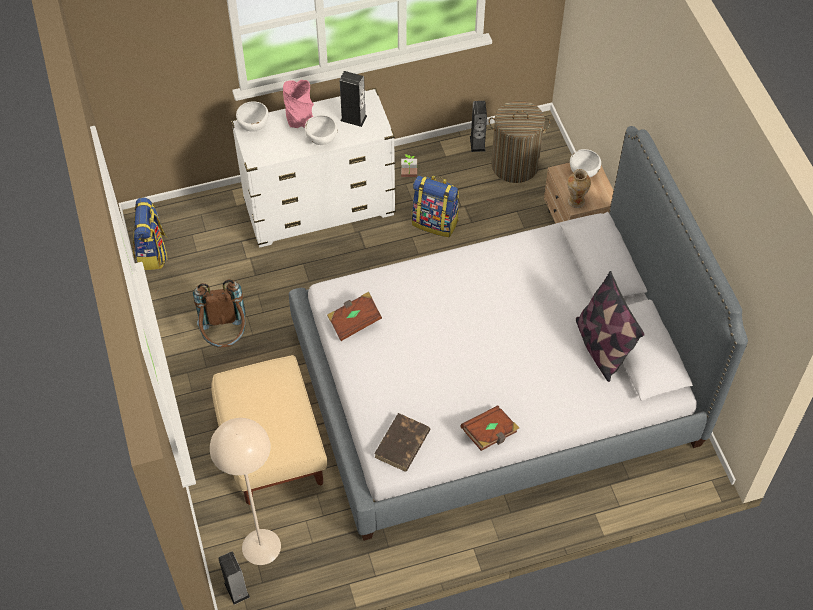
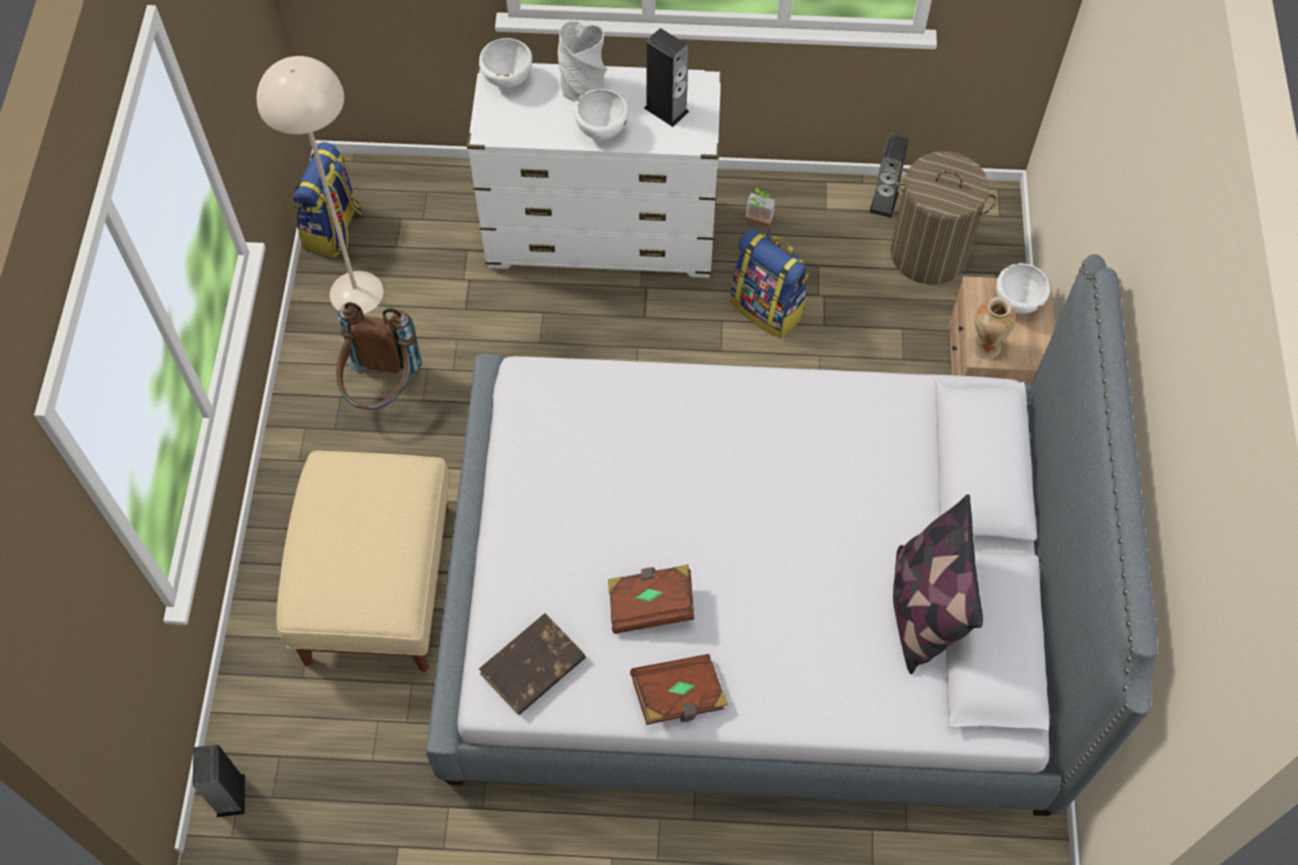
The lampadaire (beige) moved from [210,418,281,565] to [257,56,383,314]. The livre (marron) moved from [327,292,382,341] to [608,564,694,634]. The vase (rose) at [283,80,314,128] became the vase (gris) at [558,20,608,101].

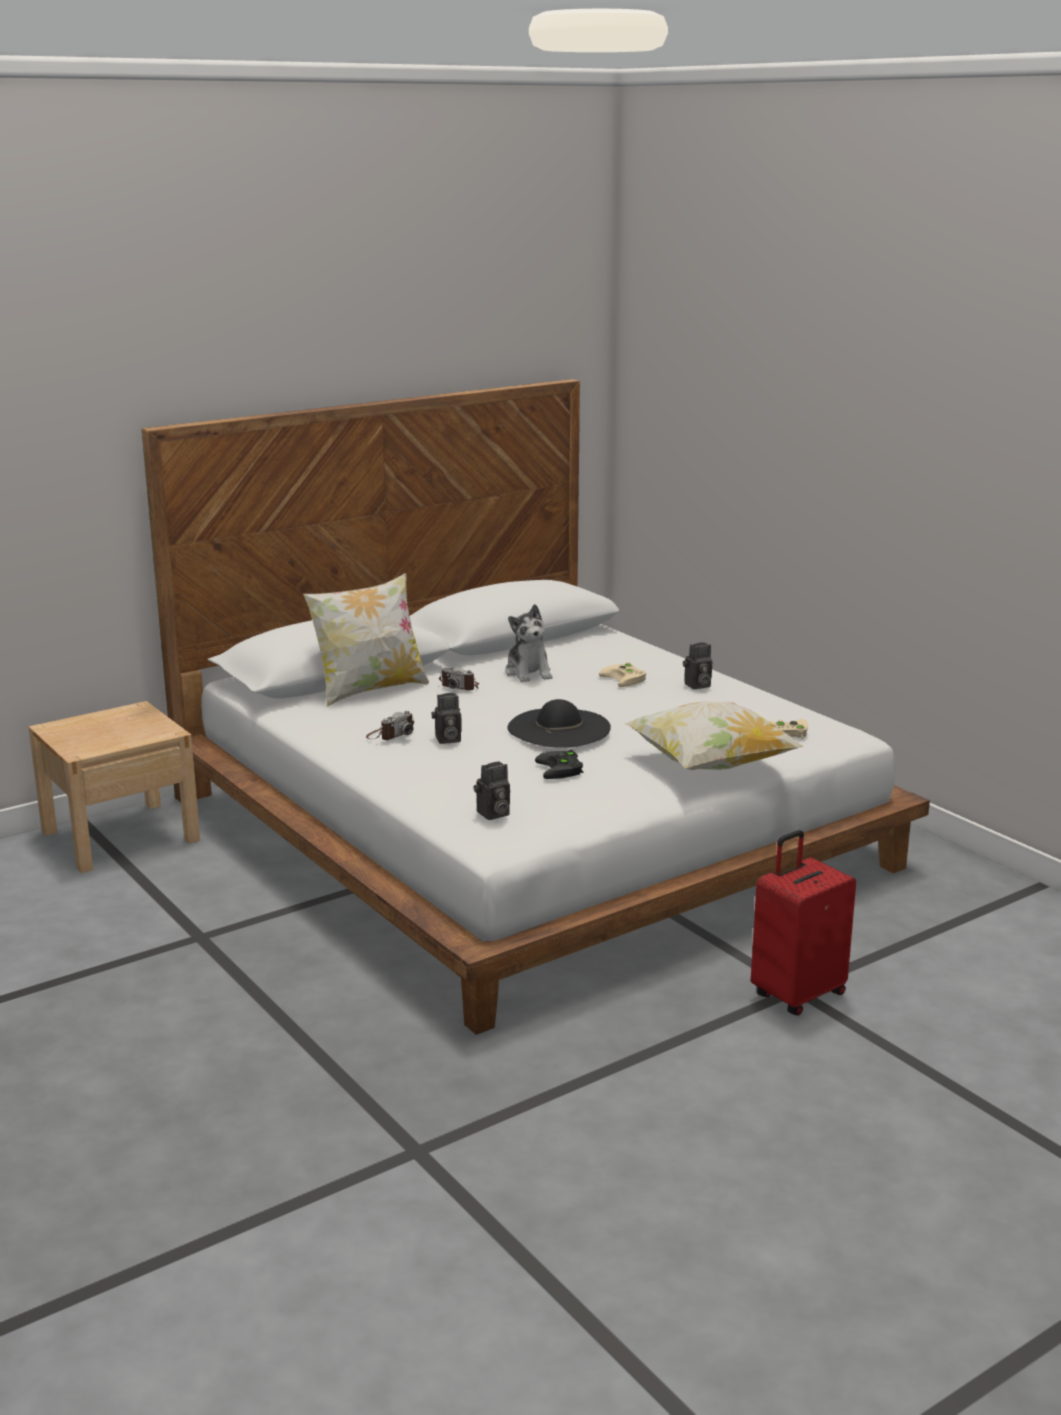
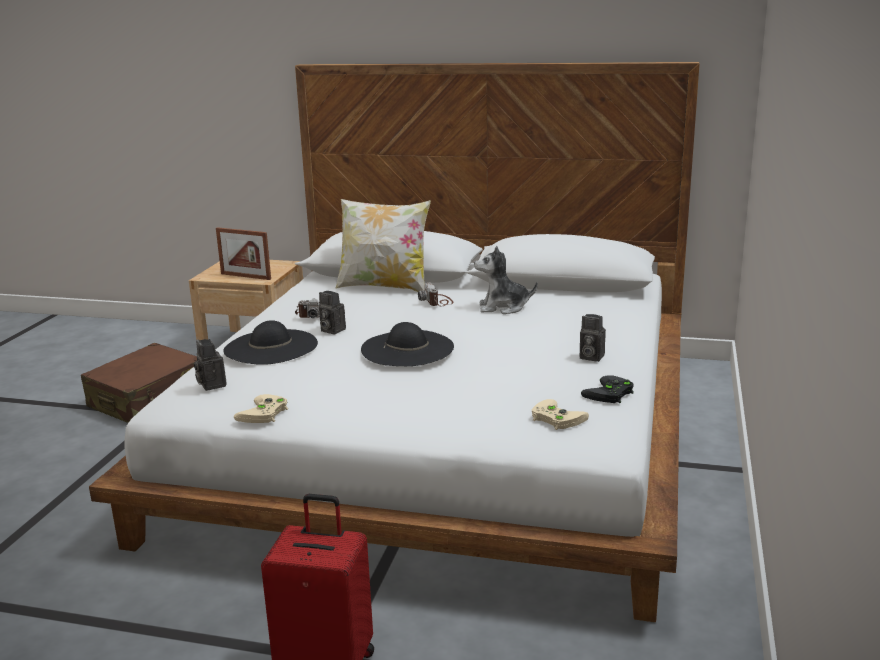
The coussin at [623,701,804,770] disappeared. The valise (marron) at [81,343,197,423] appeared. The cadre photo at [216,227,271,280] appeared. The chapeau (noir) at [223,320,318,365] appeared. The manette (noir) moved from [535,750,583,779] to [581,375,634,403]. The manette (beige) moved from [599,662,646,687] to [234,394,288,423]. The appareil photo at [473,761,510,820] turned 45 degrees clockwise. The peluche at [505,604,553,683] turned 60 degrees clockwise.

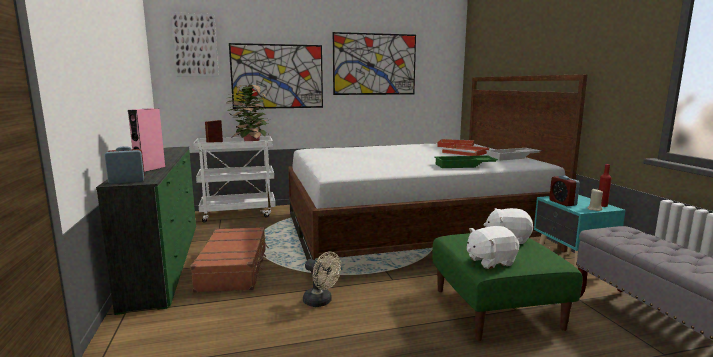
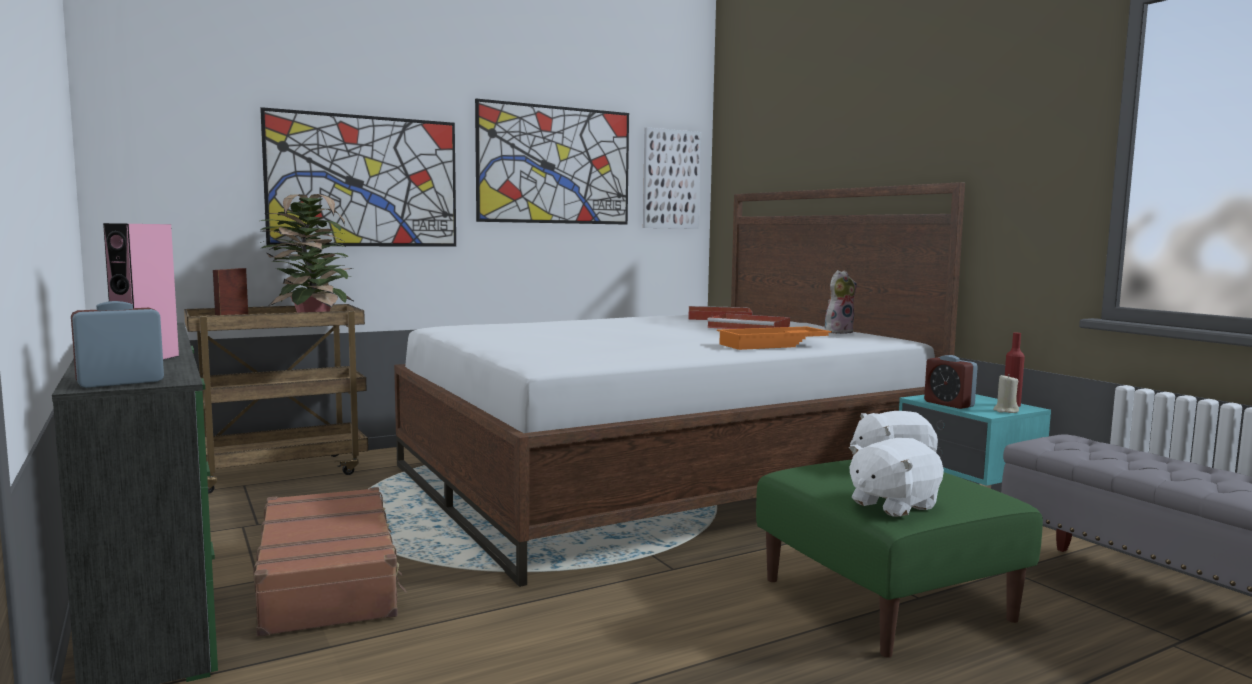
The ventilateur (beige) at [303,252,341,307] disappeared. The tableau moved from [171,12,219,77] to [643,127,701,229]. The plateau (blanc) at [485,148,541,161] was replaced by the peluche at [825,270,857,334]. The chariot (blanc) at [193,136,276,223] became the chariot (marron) at [184,304,368,494]. The plateau (vert) at [435,155,498,168] became the plateau (orange) at [717,326,832,350].

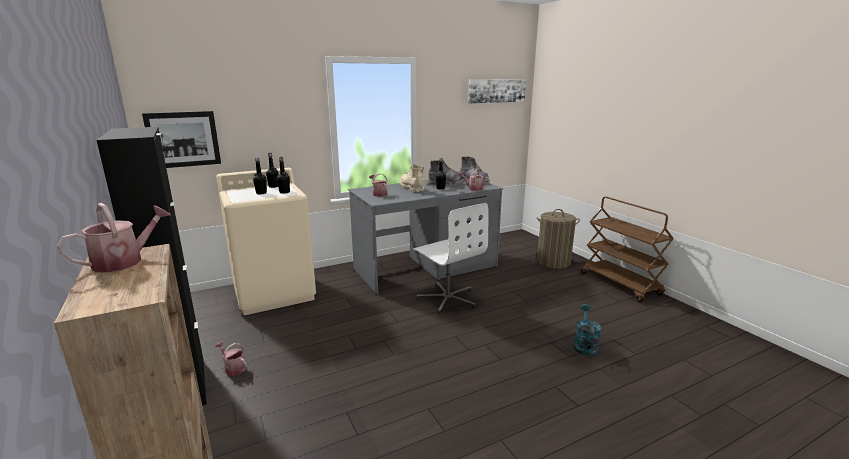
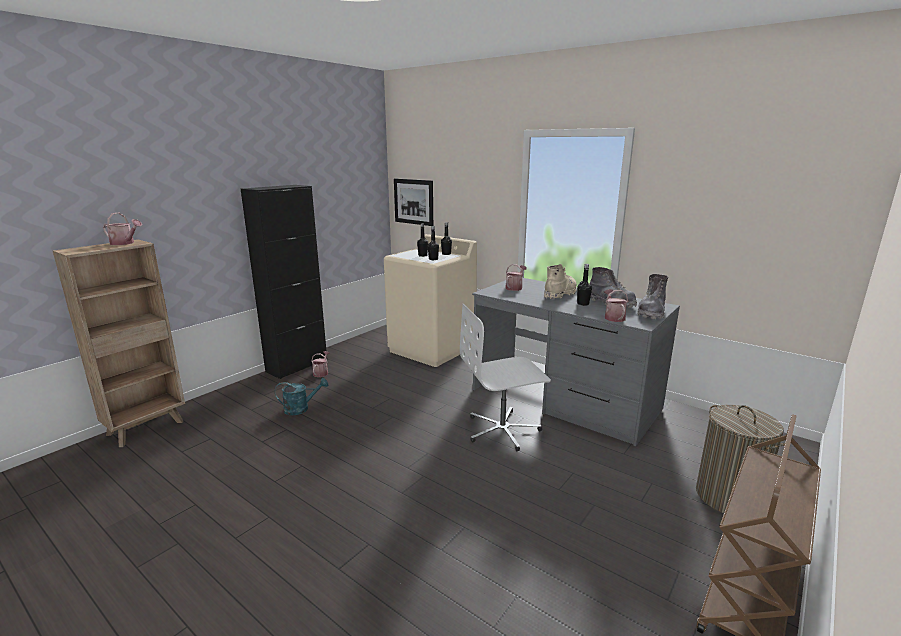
The tableau at [468,79,526,104] disappeared. The arrosoir (turquoise) moved from [573,304,602,356] to [275,378,328,415]. The chaise de bureau (blanc) at [413,203,488,314] turned 45 degrees clockwise.

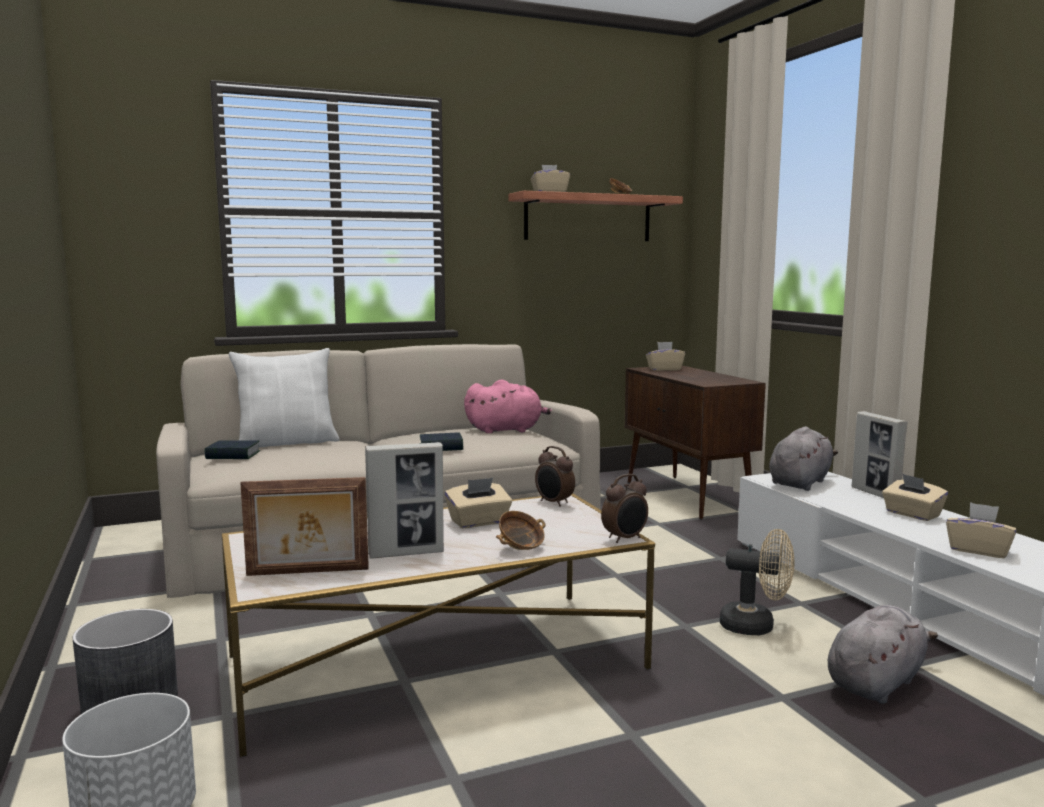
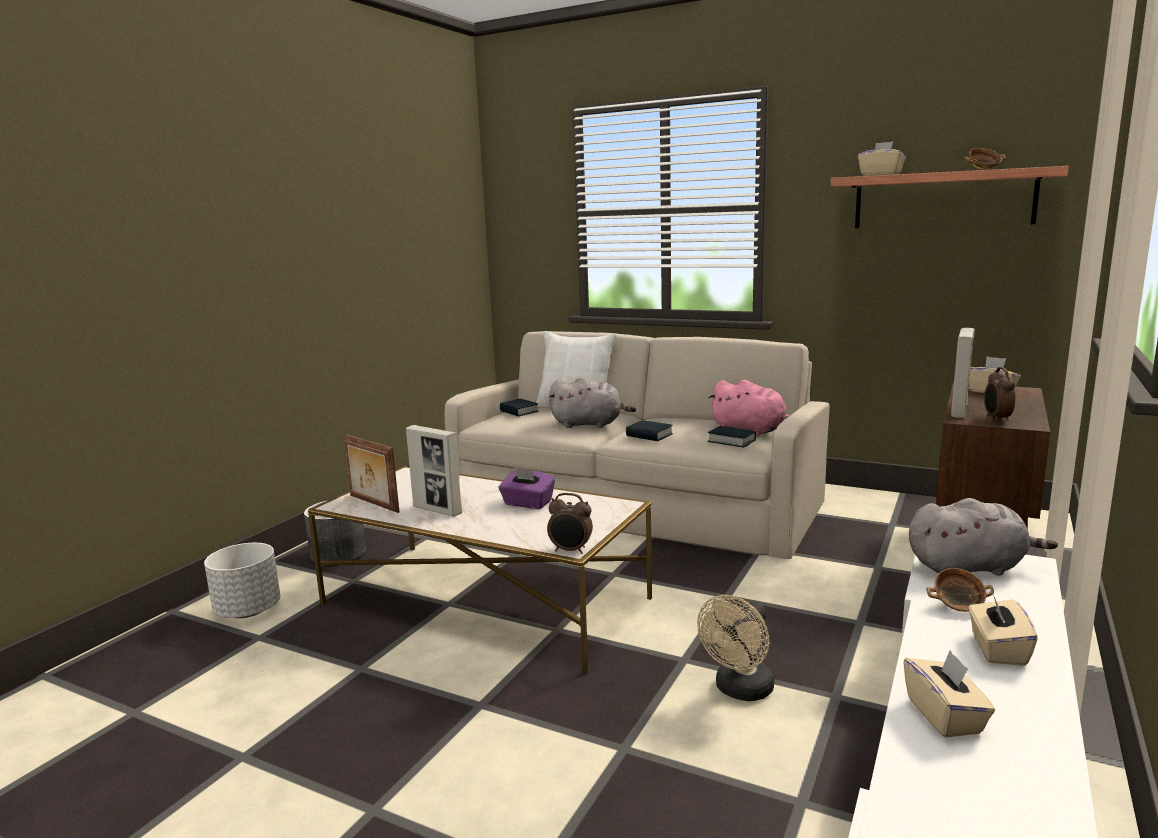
The livre at [708,426,756,448] appeared. The bol moved from [496,511,546,550] to [926,568,994,612]. The réveil moved from [535,446,575,507] to [984,367,1015,422]. The peluche (gris) moved from [828,605,938,704] to [549,377,636,428]. The cadre photo moved from [851,411,908,498] to [951,328,975,418]. The boîte à mouchoirs (beige) at [445,478,512,528] became the boîte à mouchoirs (violet) at [499,467,555,509]. The ventilateur (beige) at [720,529,794,635] turned 60 degrees clockwise.

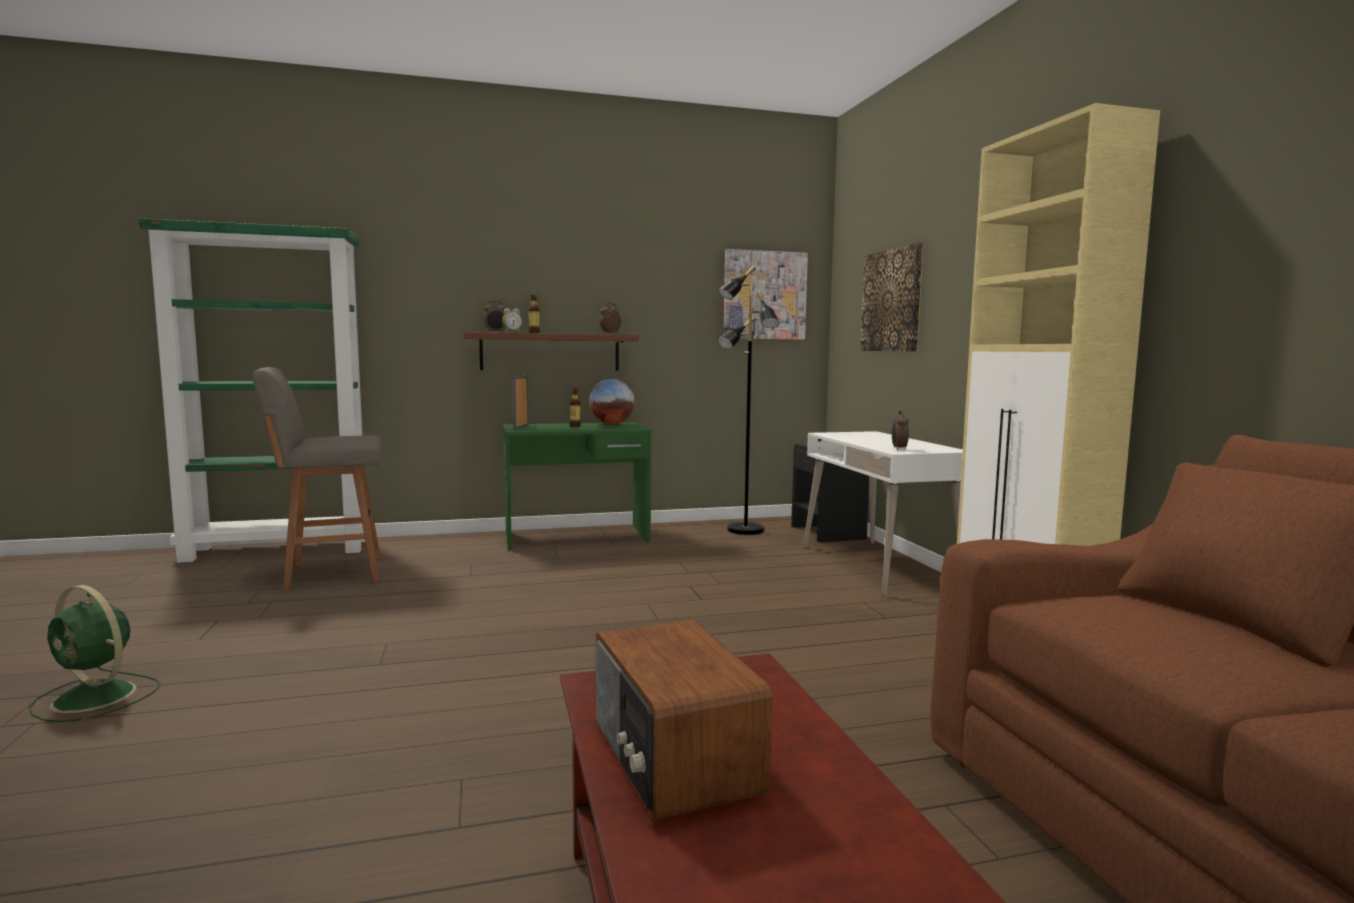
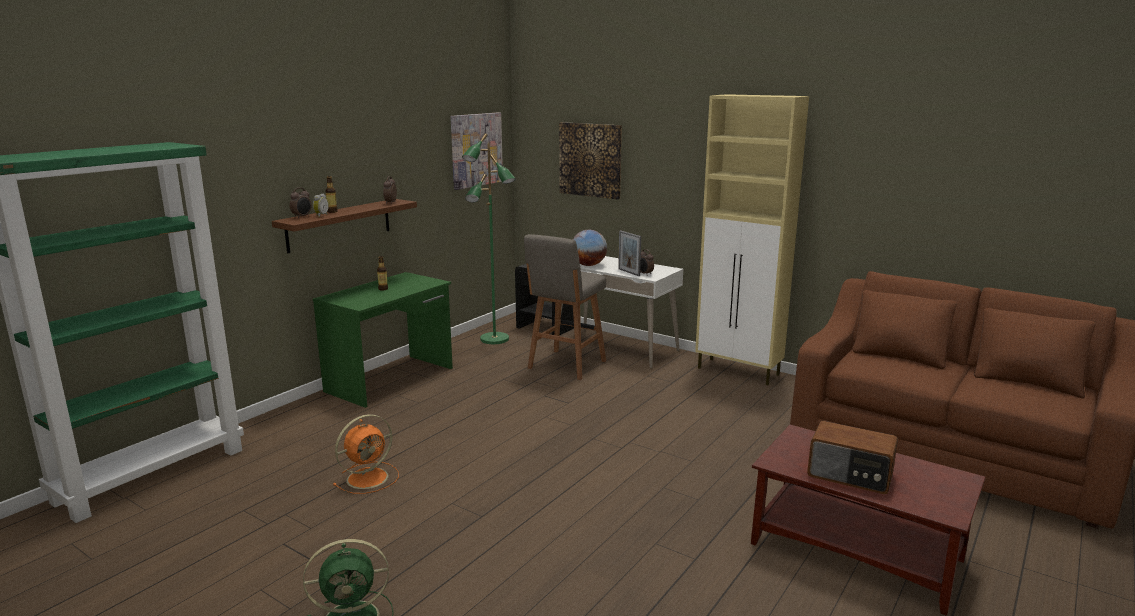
The ventilateur (orange) at [333,414,399,494] appeared. The tabouret (gris) moved from [252,367,383,591] to [524,234,606,380]. The cadre photo moved from [512,376,529,429] to [618,230,641,276]. The globe moved from [589,379,635,424] to [573,230,607,266]. The lampadaire (noir) at [717,266,780,535] became the lampadaire (vert) at [462,133,516,344].

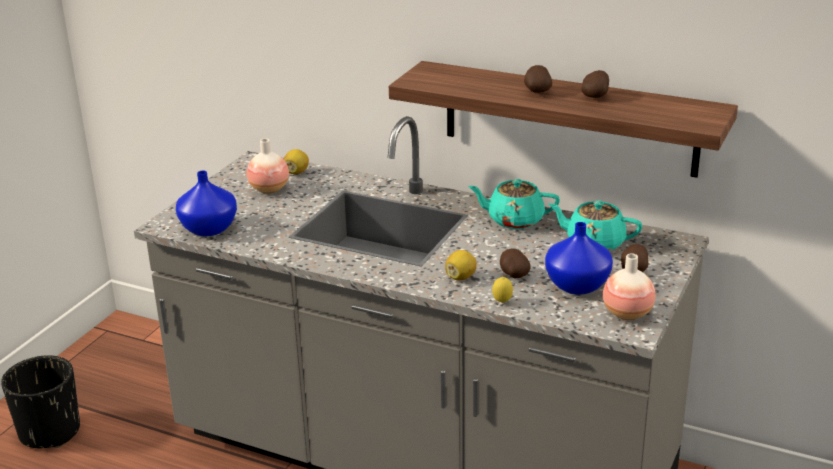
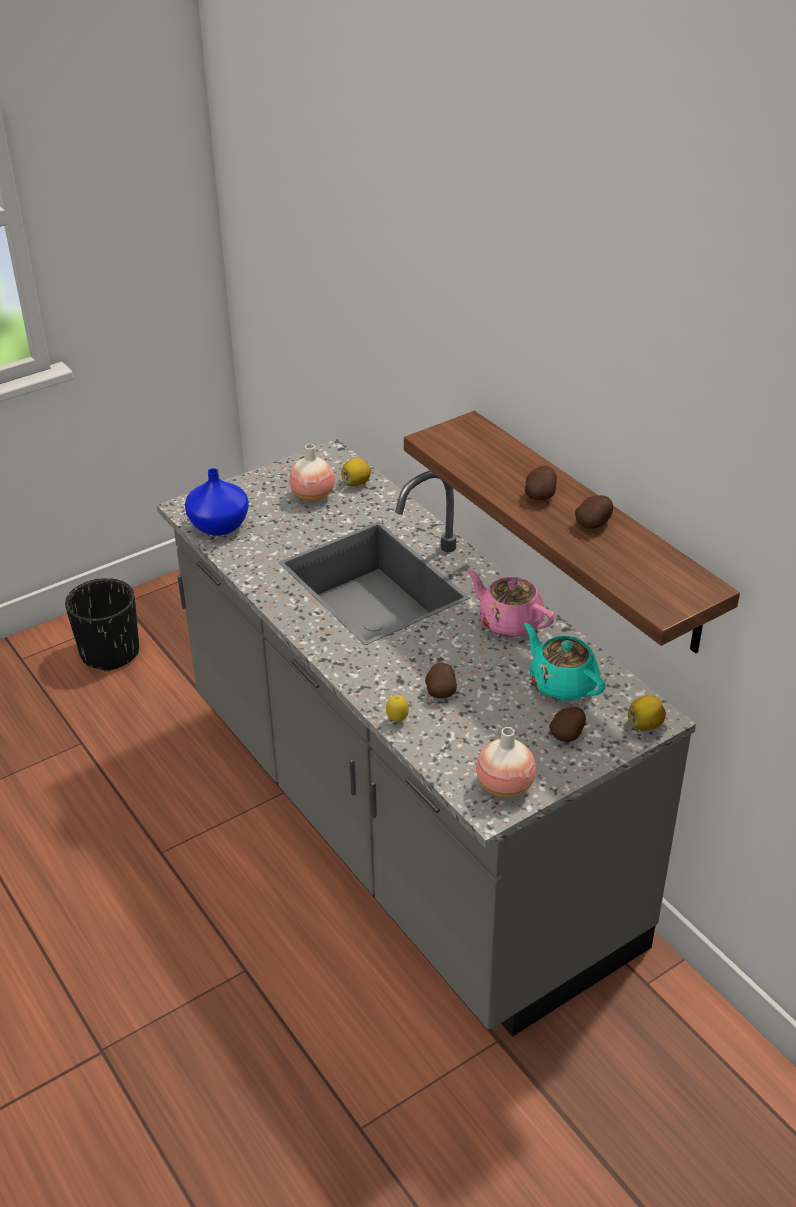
The vase (bleu) at [545,222,613,295] disappeared. The citron moved from [445,250,477,280] to [628,696,666,730]. The théière (turquoise) at [468,179,560,229] became the théière (rose) at [467,569,555,637].

